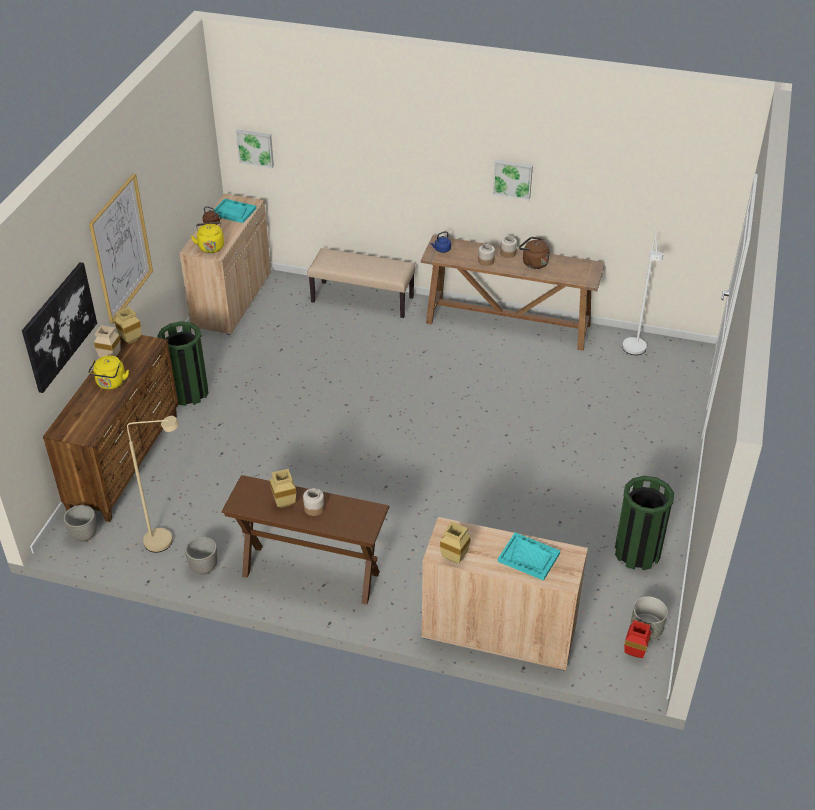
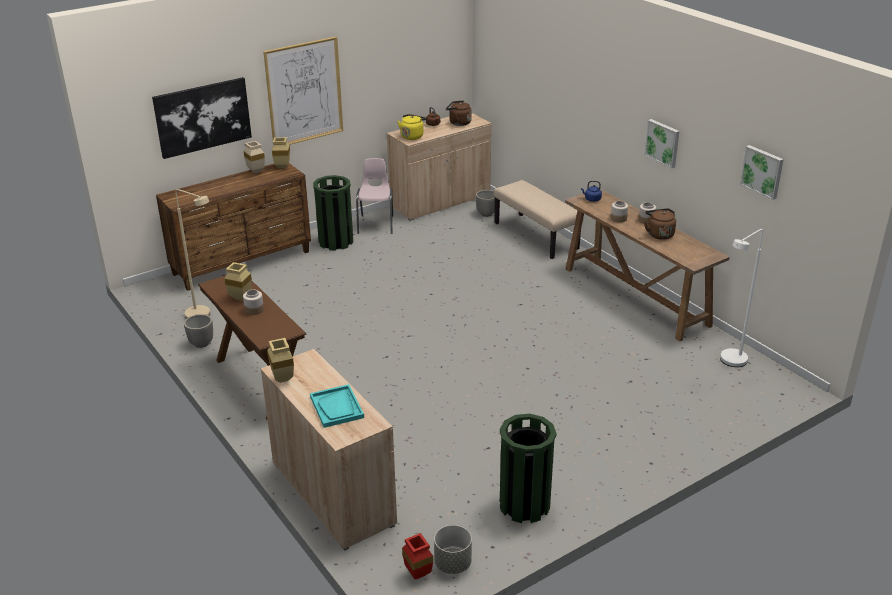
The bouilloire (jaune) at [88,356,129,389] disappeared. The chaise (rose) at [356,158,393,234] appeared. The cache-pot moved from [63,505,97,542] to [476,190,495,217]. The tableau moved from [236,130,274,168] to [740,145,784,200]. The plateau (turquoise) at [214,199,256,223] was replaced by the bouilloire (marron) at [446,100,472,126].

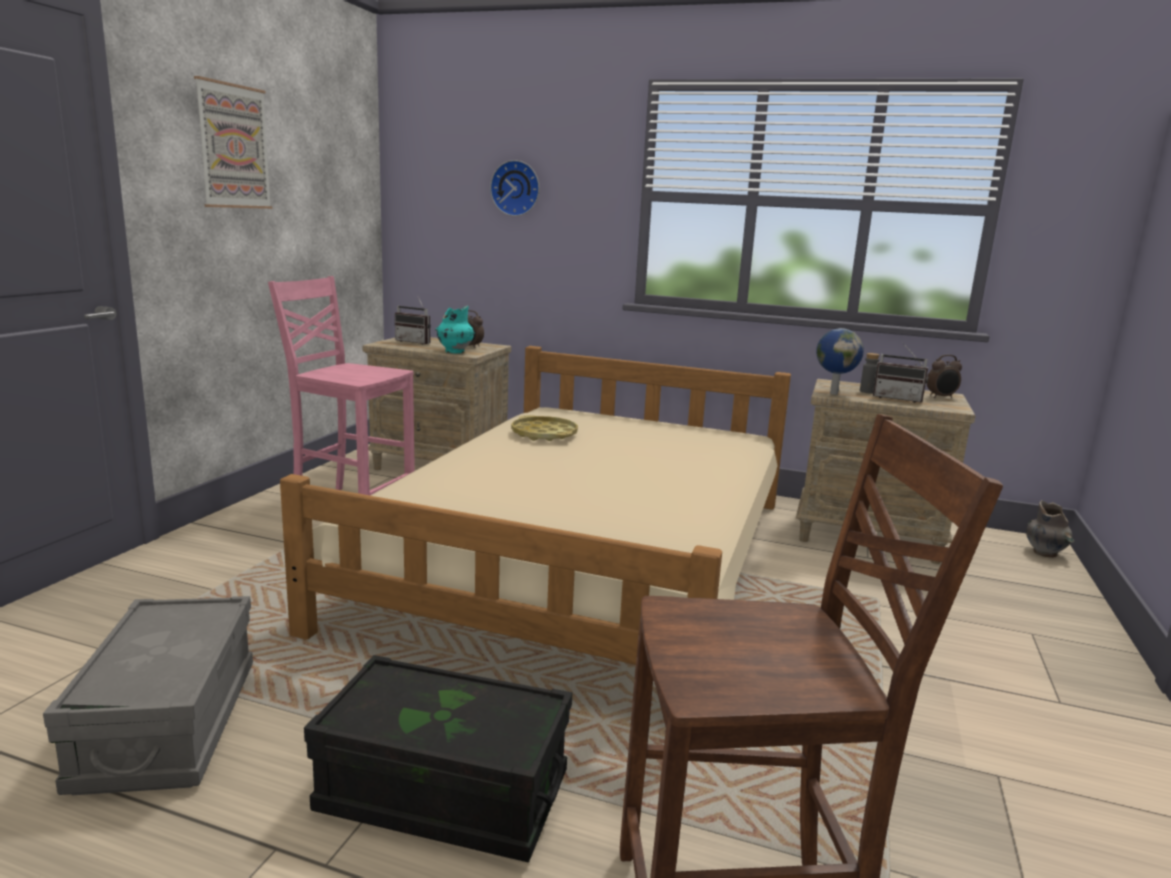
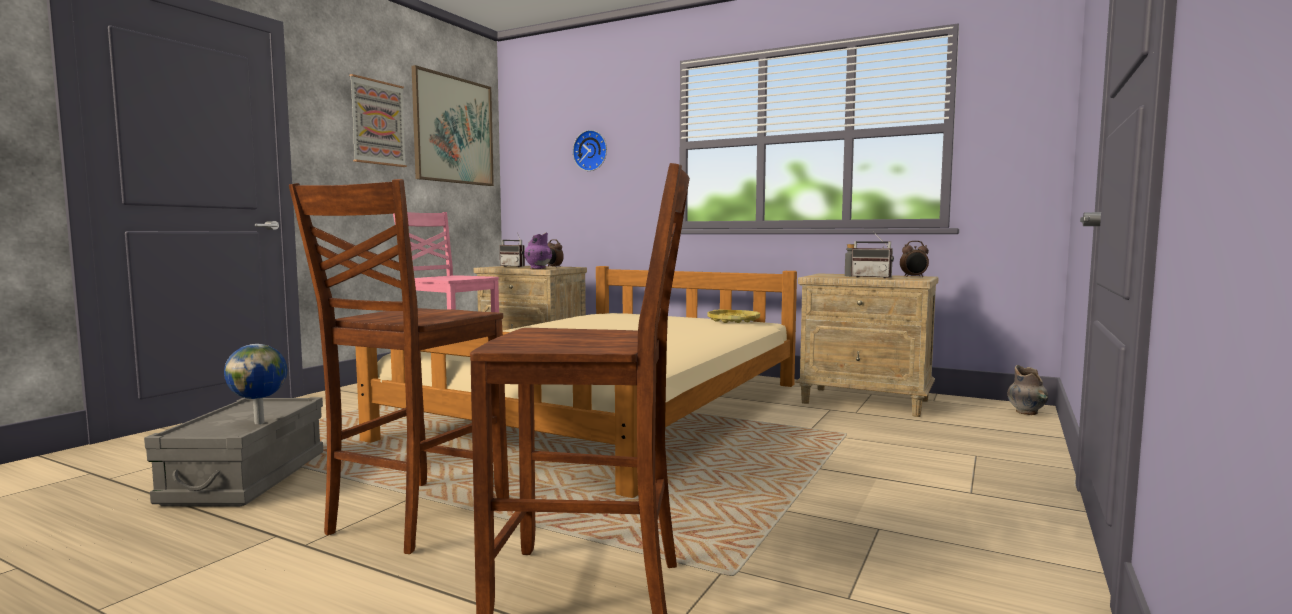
The tableau at [412,65,494,186] appeared. The plateau (jaune) moved from [511,415,578,441] to [707,310,760,323]. The globe moved from [816,328,864,395] to [224,344,287,424]. The boîte de rangement (noir) at [304,655,573,862] was replaced by the chaise (marron) at [289,179,509,554]. The vase (turquoise) at [435,305,475,354] became the vase (violet) at [524,232,552,269].

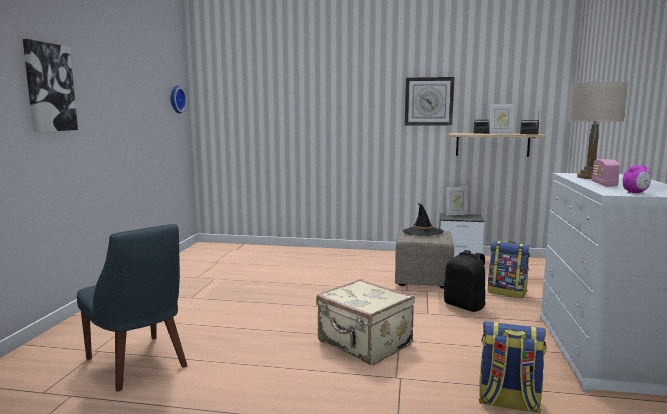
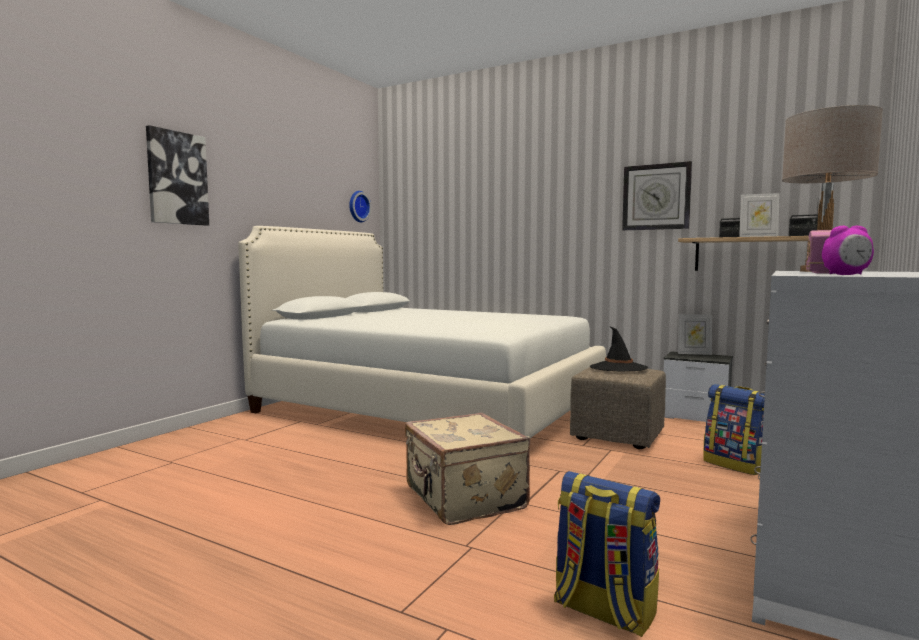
The chaise (bleu) at [77,224,187,392] disappeared. The sac à dos (noir) at [444,250,486,312] disappeared. The lit (blanc) at [238,226,606,438] appeared.

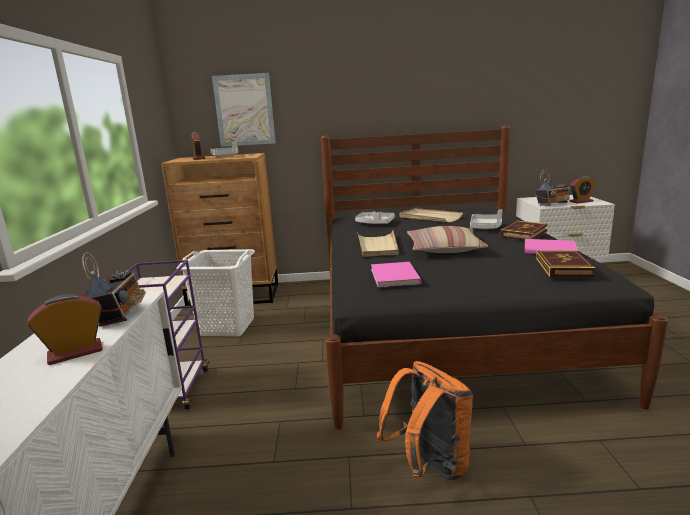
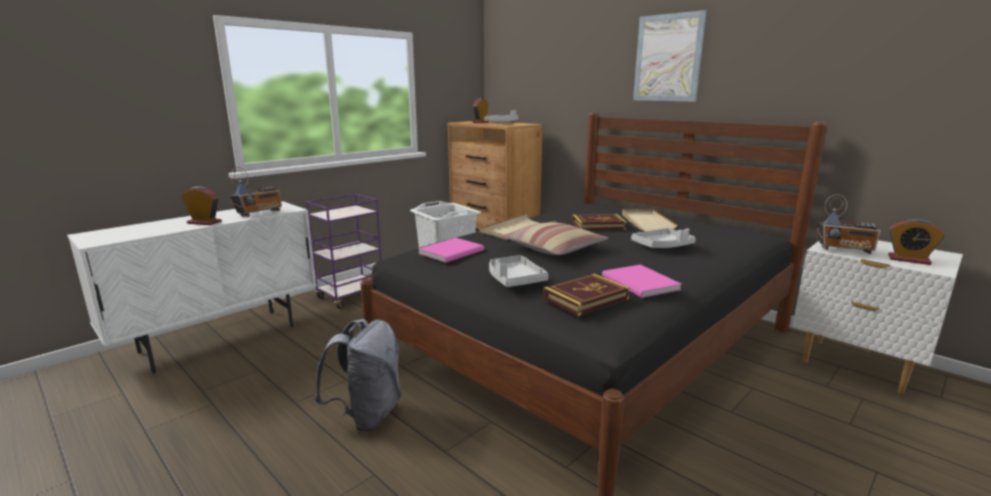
The tableau moved from [212,73,276,147] to [633,10,706,102]. The plateau (gris) moved from [355,212,395,224] to [489,255,549,287]. The livre moved from [500,221,548,241] to [572,214,627,231]. The sac à dos (orange) at [377,361,473,481] became the sac à dos (gris) at [314,319,401,432].

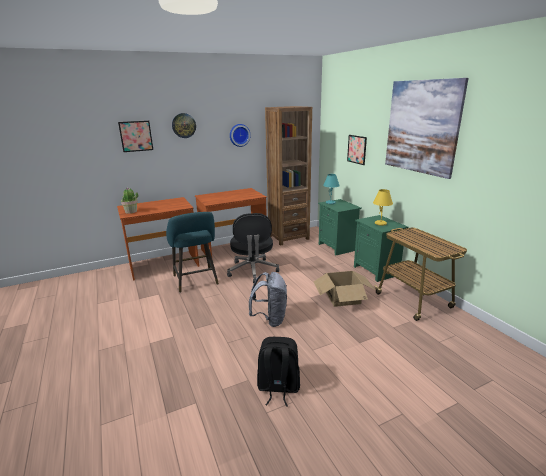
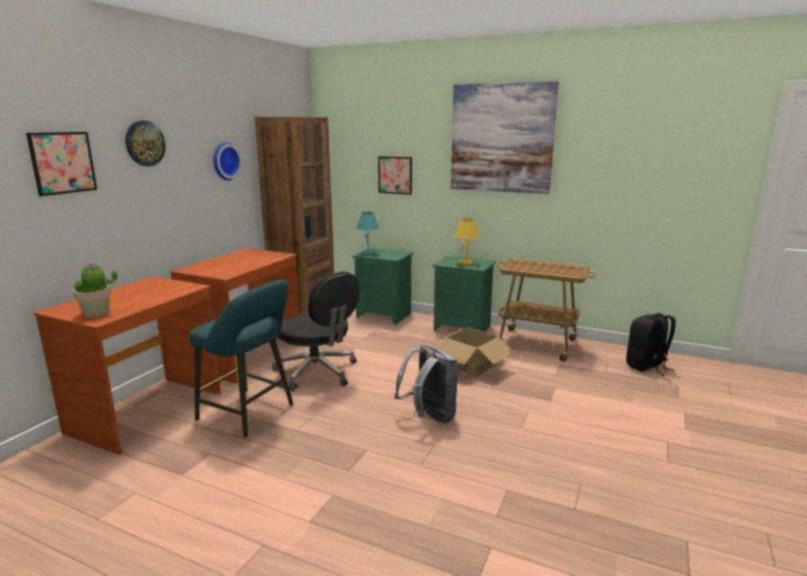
The sac à dos (noir) moved from [257,337,300,407] to [626,313,676,376].

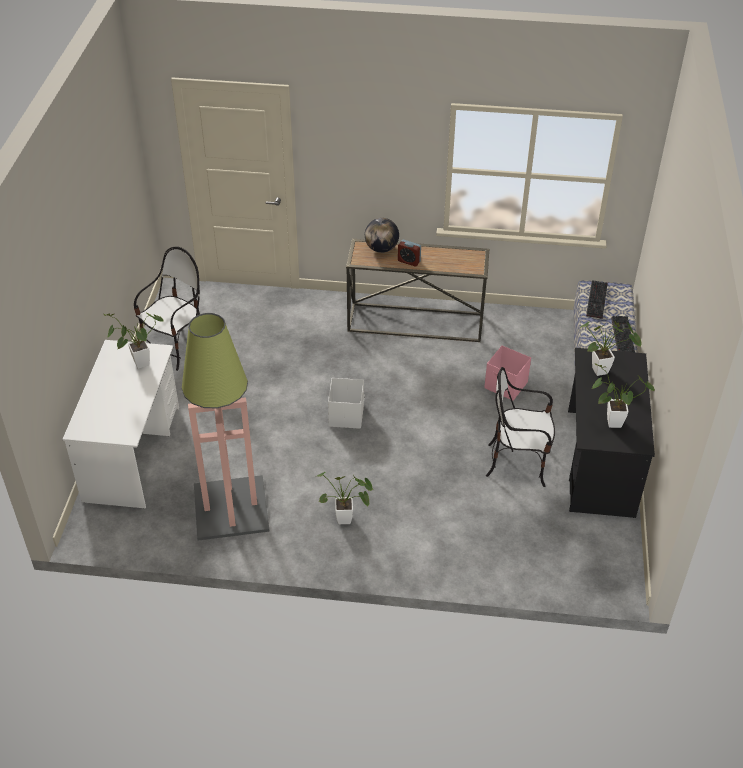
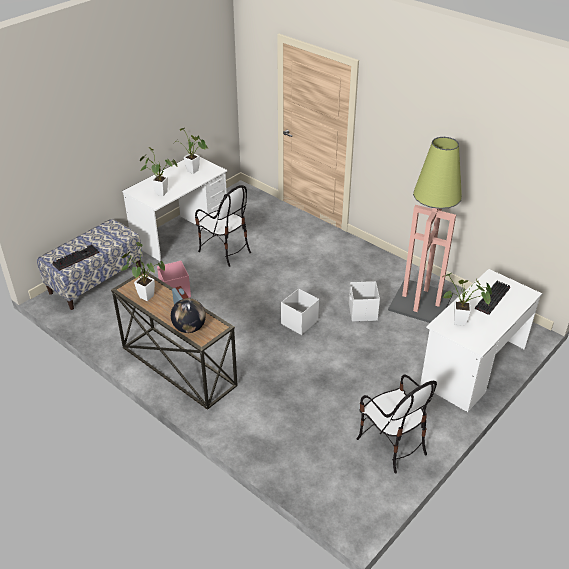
The boîte de rangement (blanc) at [349,281,380,321] appeared. The plante en pot moved from [315,472,373,524] to [121,242,165,301]. The clavier moved from [611,316,635,352] to [475,281,510,315]. The bureau (noir) at [568,348,655,518] became the bureau (blanc) at [122,157,228,261]. The chaise at [134,246,200,371] turned 105 degrees counterclockwise.

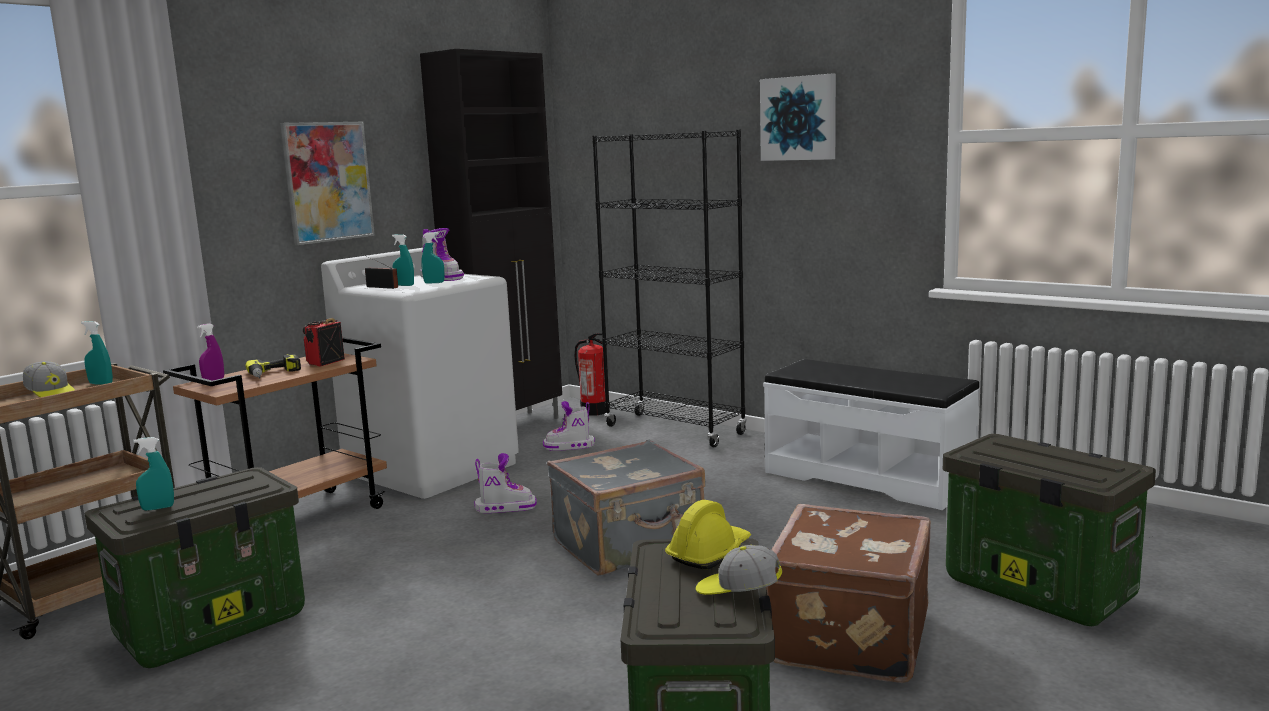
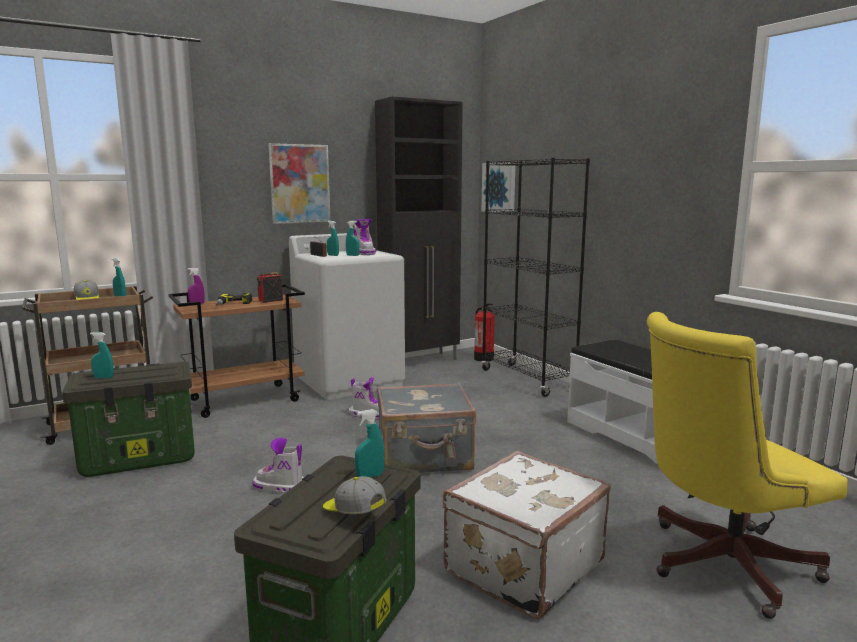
The botte moved from [543,401,595,451] to [252,438,304,494]. The tableau moved from [760,74,836,161] to [481,162,515,212]. The casque de chantier (jaune) at [665,500,751,570] was replaced by the vaporisateur (turquoise) at [355,409,385,478]. The boîte de rangement at [943,434,1156,626] was replaced by the chaise de bureau (jaune) at [647,312,848,619]. The valise (marron) at [766,504,931,683] became the valise (blanc) at [443,451,611,619].

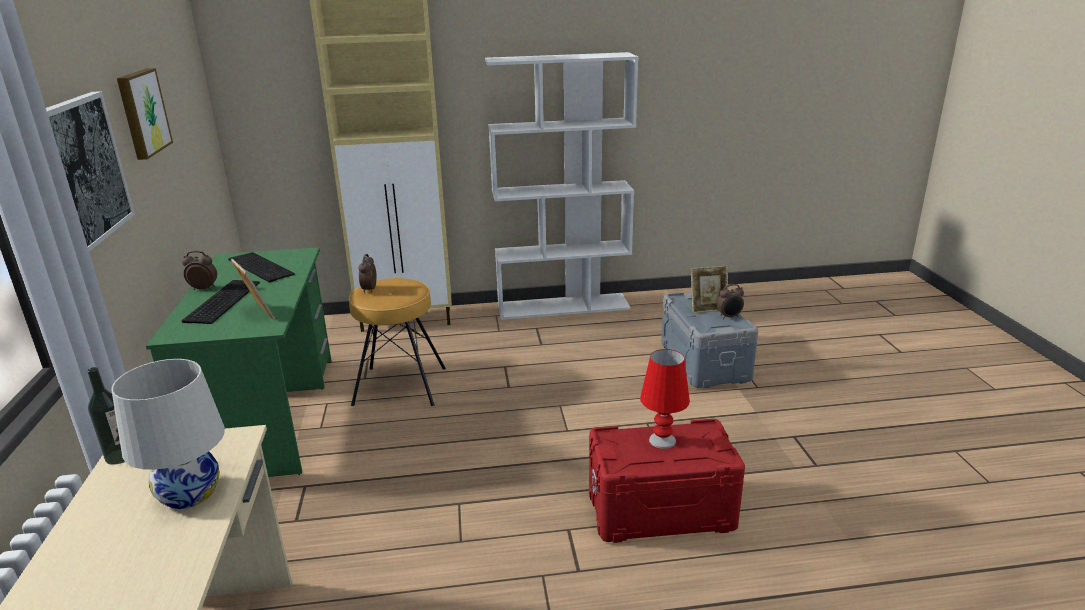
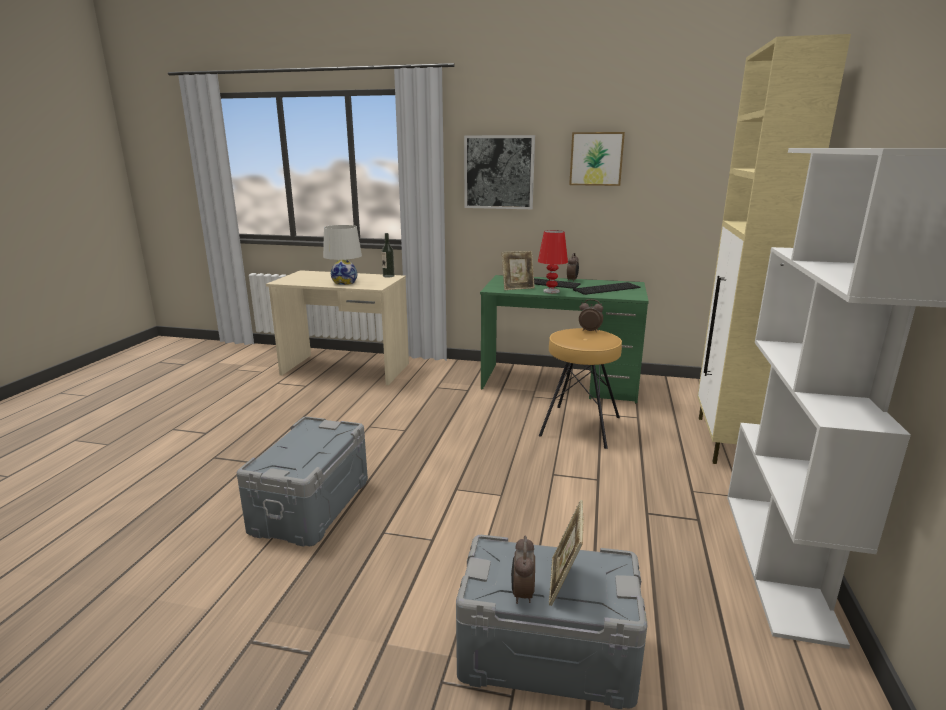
The lampe de table (rouge) moved from [640,349,690,449] to [538,230,568,293]. The boîte de rangement (rouge) at [589,419,745,543] became the boîte de rangement (gris) at [237,417,368,547].

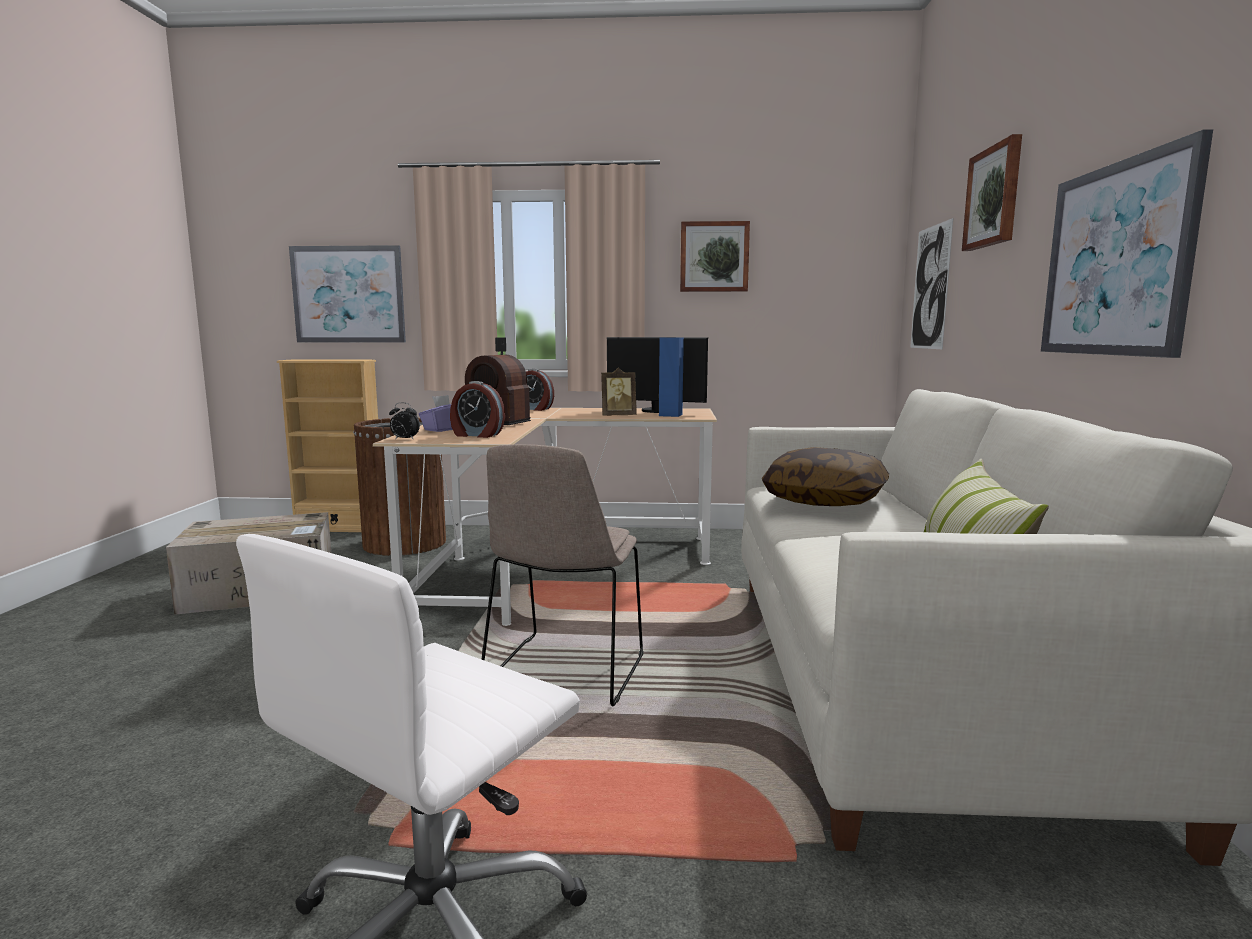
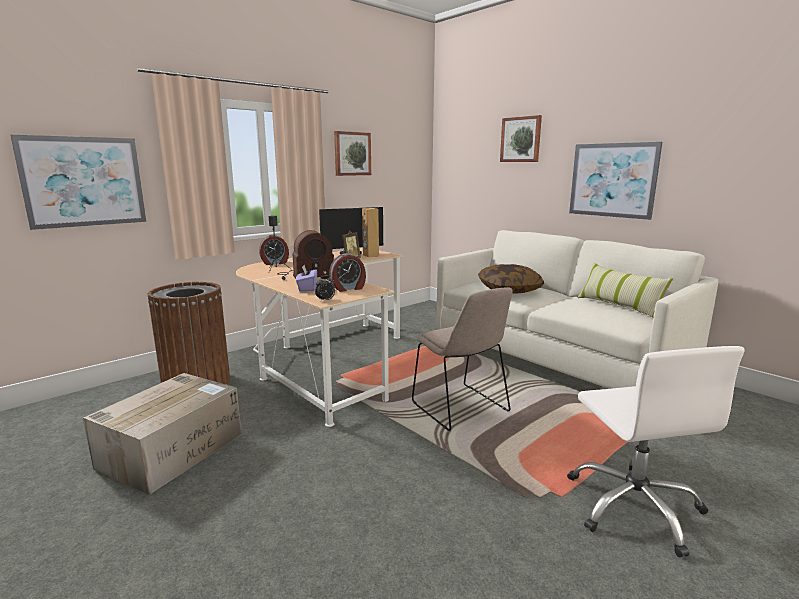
The bibliothèque (beige) at [277,359,378,532] disappeared. The tableau at [910,218,953,349] disappeared. The enceinte (bleu) at [659,337,684,417] became the enceinte (marron) at [362,208,379,257].

